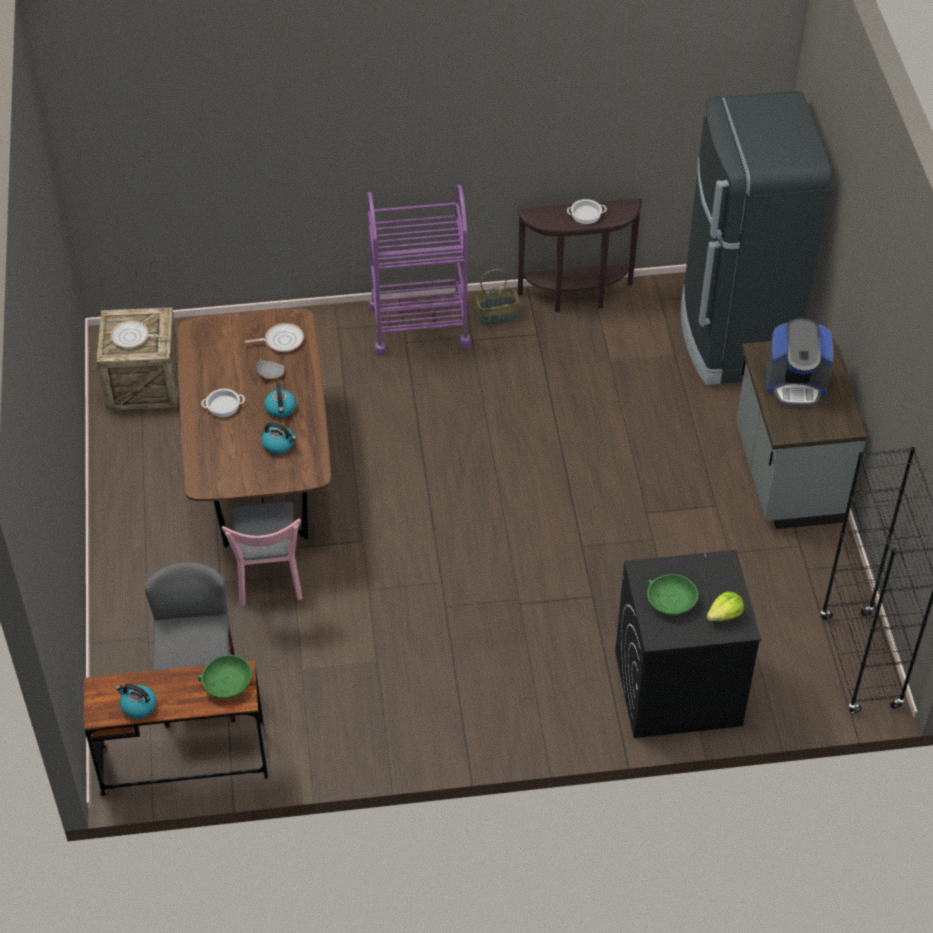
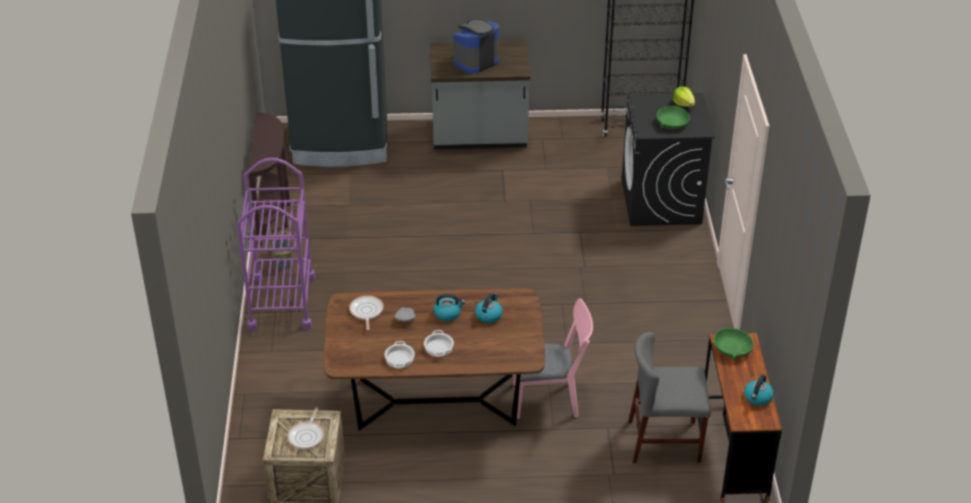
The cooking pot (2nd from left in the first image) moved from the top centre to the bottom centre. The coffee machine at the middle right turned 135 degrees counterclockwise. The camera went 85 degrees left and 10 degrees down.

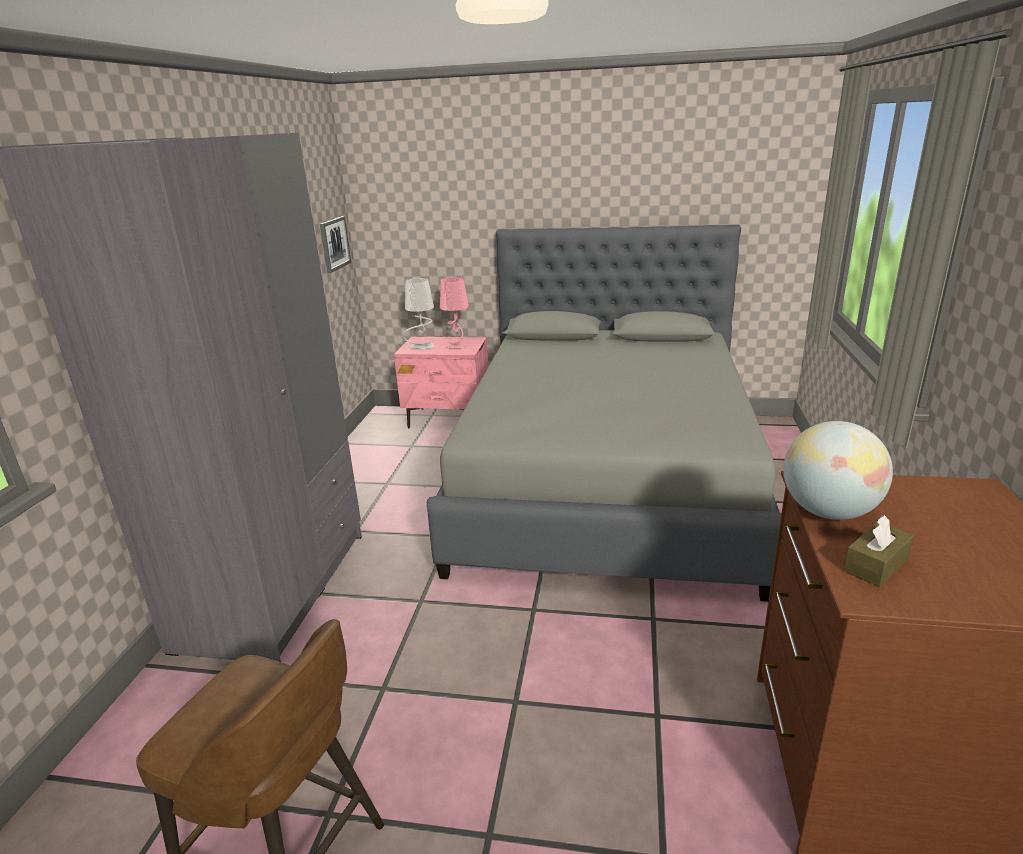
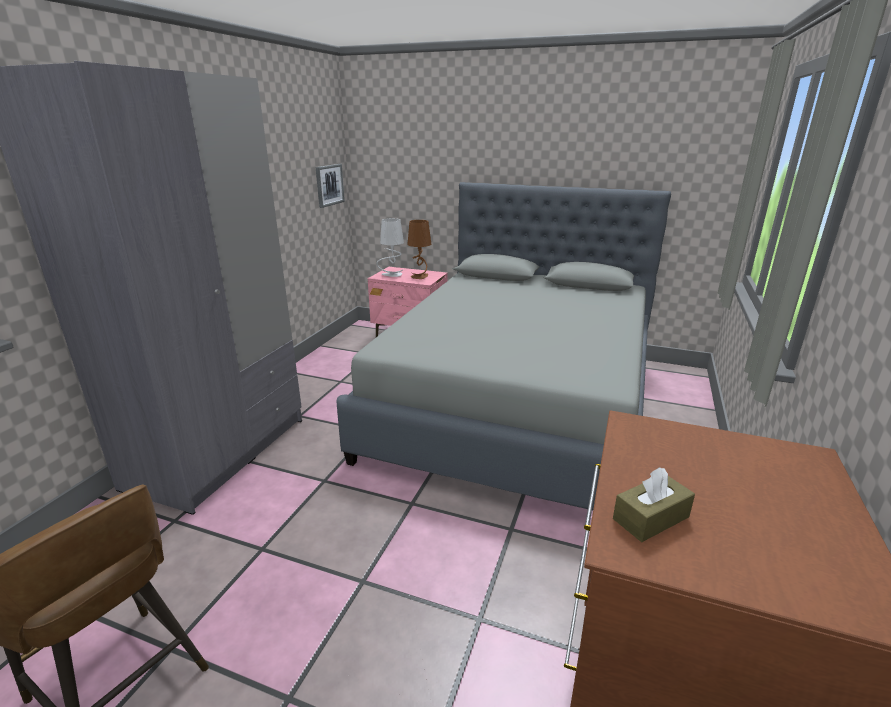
The globe at the middle right disappeared. The pink table lamp at the centre became the brown table lamp at the centre. The camera went 10 degrees right and 0 degrees up.

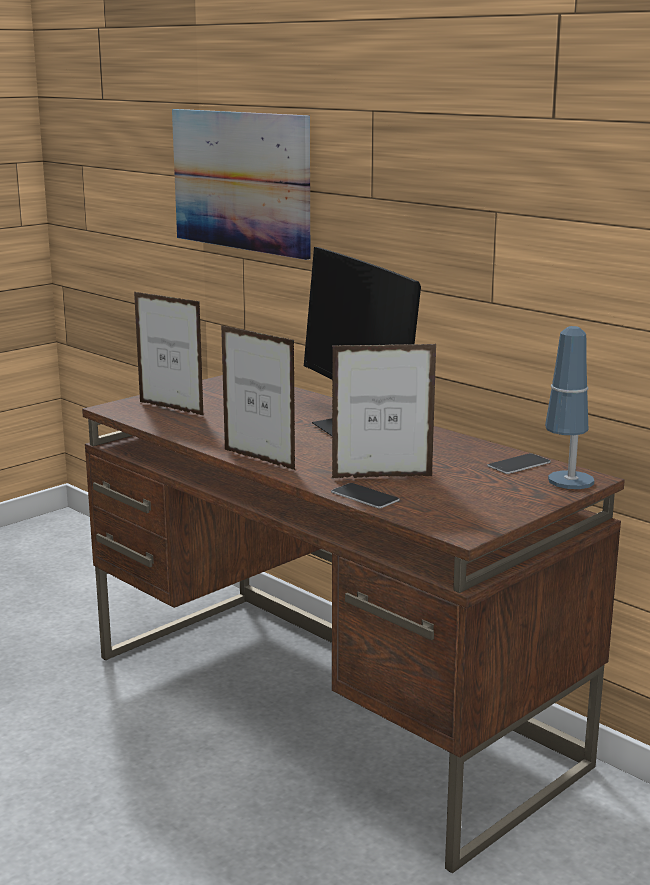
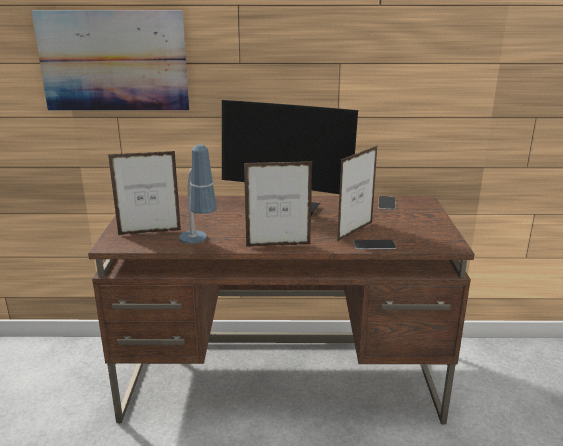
The table lamp moved from the middle right to the centre. The camera went 45 degrees left and 5 degrees up.

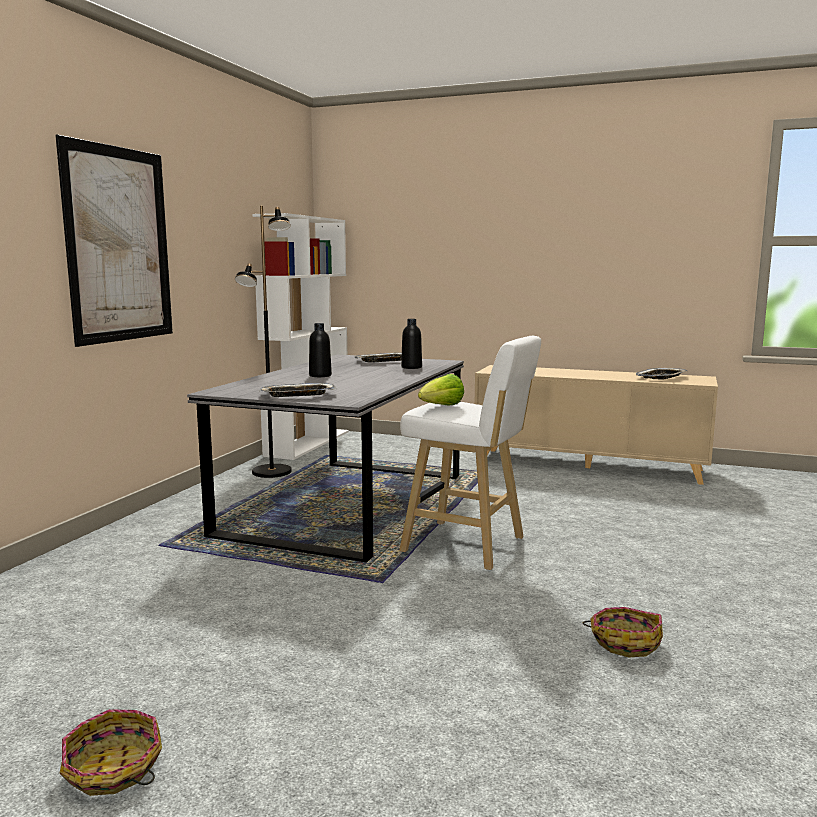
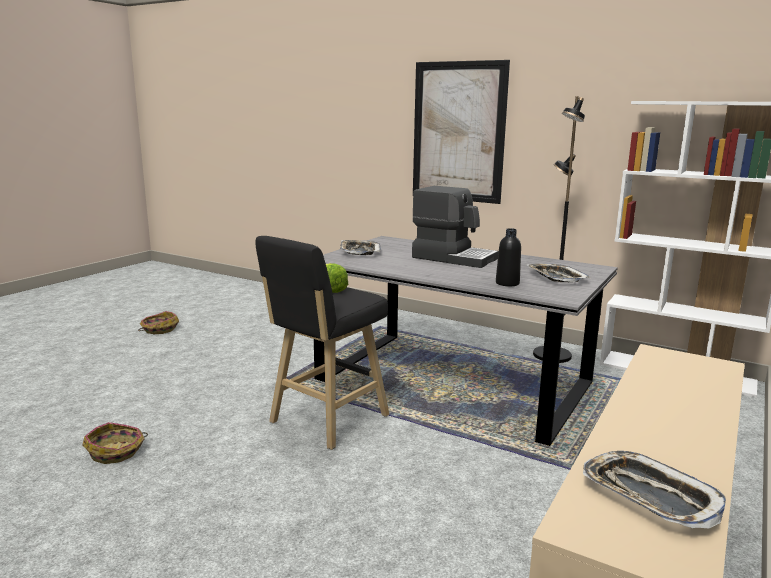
The black bottle (1st from left) at the centre was replaced by the coffee machine at the centre. The white stool at the centre became the black stool at the centre. The camera went 100 degrees right and 5 degrees up.

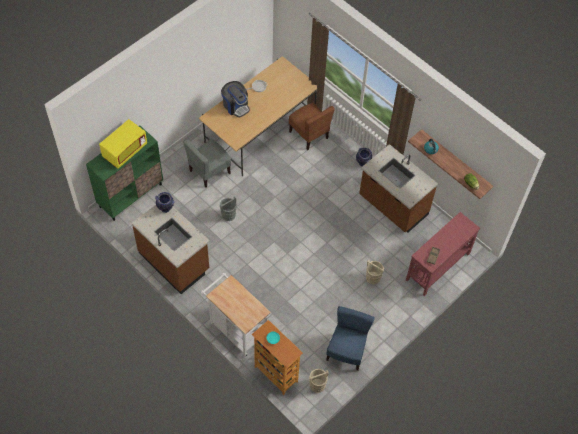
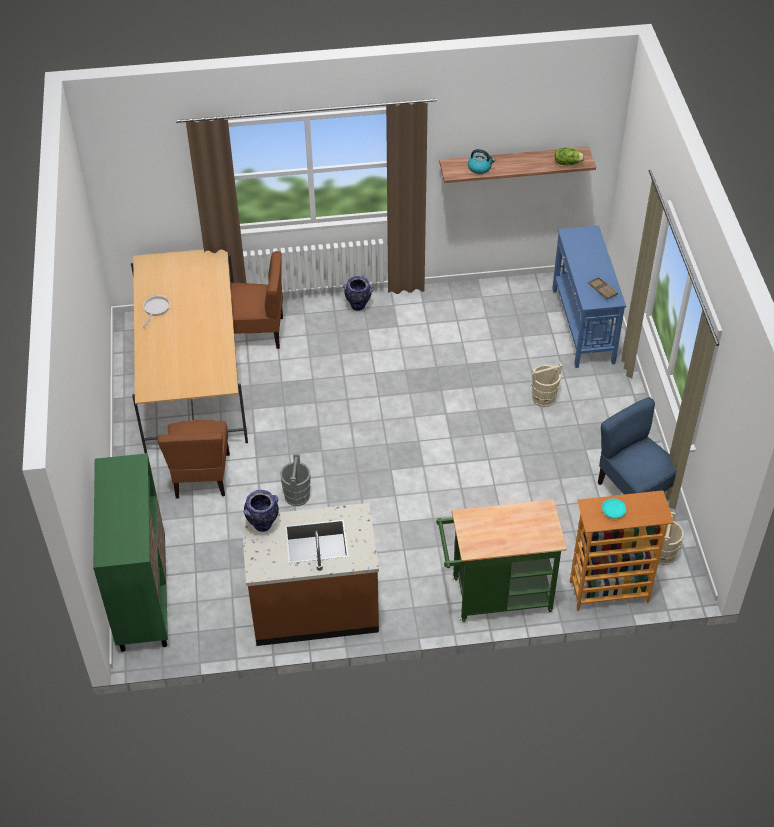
The yellow microwave at the top left disappeared. The coffee machine at the top centre disappeared. The brown counter (2nd from left) at the middle right disappeared. The grey chair at the centre became the brown chair (1st from left) at the middle left. The white cart at the bottom centre became the green cart at the bottom centre. The red console table at the middle right became the blue console table at the middle right. The camera went 50 degrees left and 10 degrees down.

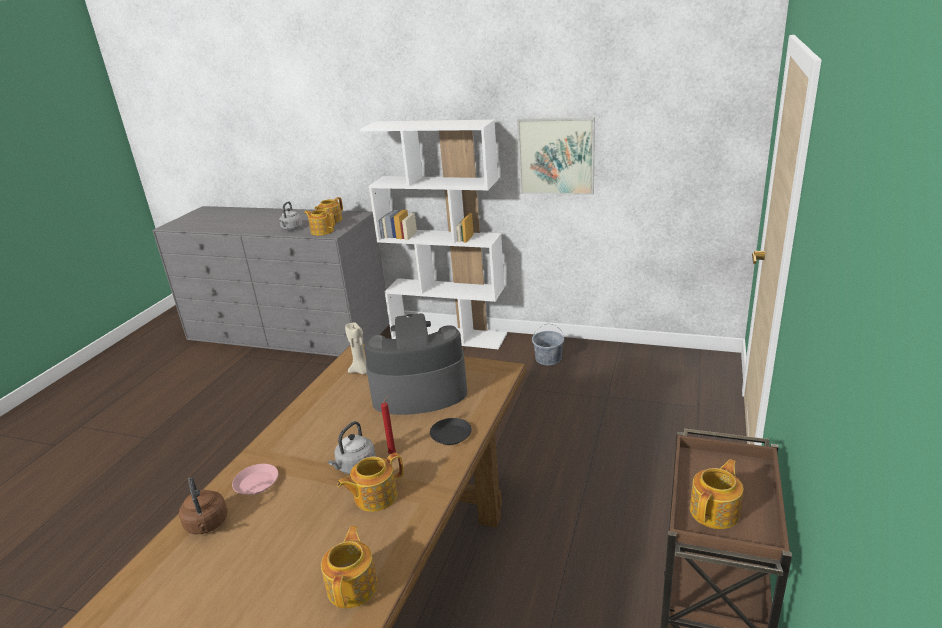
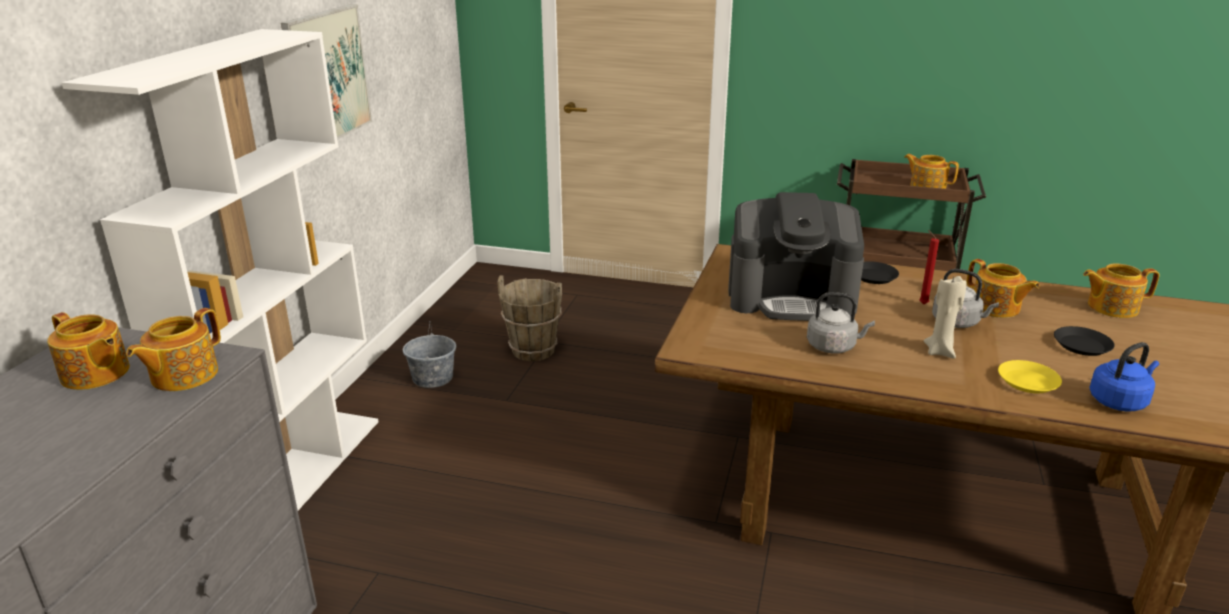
The brown bucket at the centre appeared. The black plate (2nd from left) at the middle right appeared. The grey kettle (1st from left) moved from the middle left to the middle right. The beige candle moved from the centre to the middle right. The brown kettle at the bottom left became the blue kettle at the middle right. The pink plate at the bottom left became the yellow plate at the middle right. The coffee machine at the centre turned 75 degrees counterclockwise. The camera went 95 degrees left and 0 degrees up.

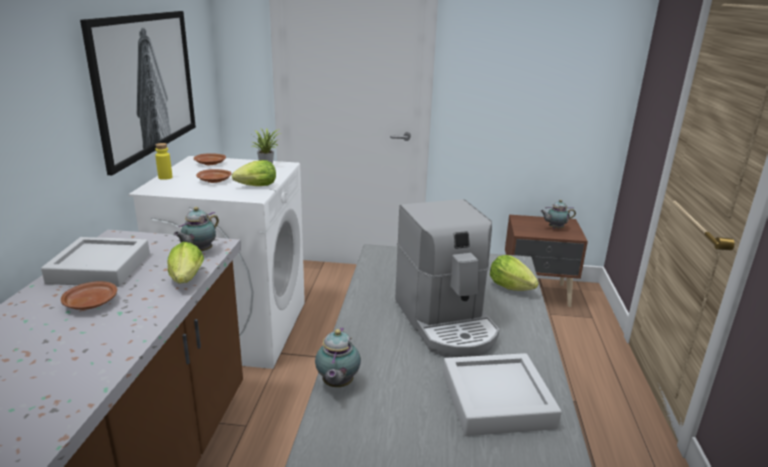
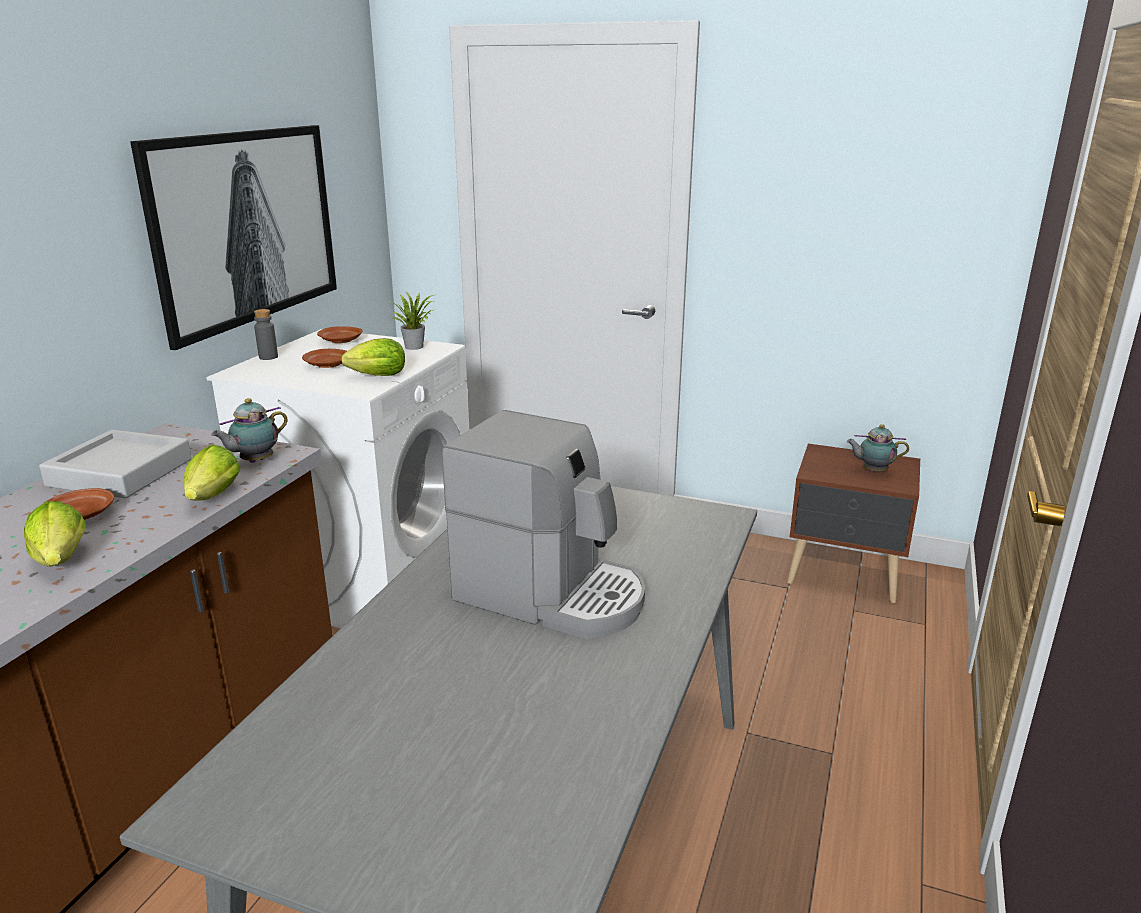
The teapot (2nd from left) at the bottom centre disappeared. The grey tray (2nd from left) at the bottom centre disappeared. The lettuce (3rd from left in the first image) moved from the middle right to the middle left. The yellow bottle at the middle left became the grey bottle at the middle left. The coffee machine at the centre turned 60 degrees counterclockwise. The camera went 15 degrees right and 0 degrees up.

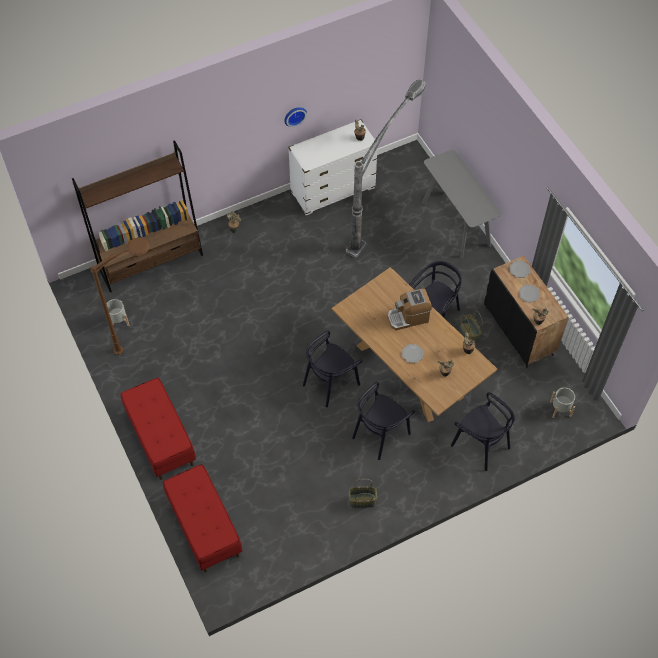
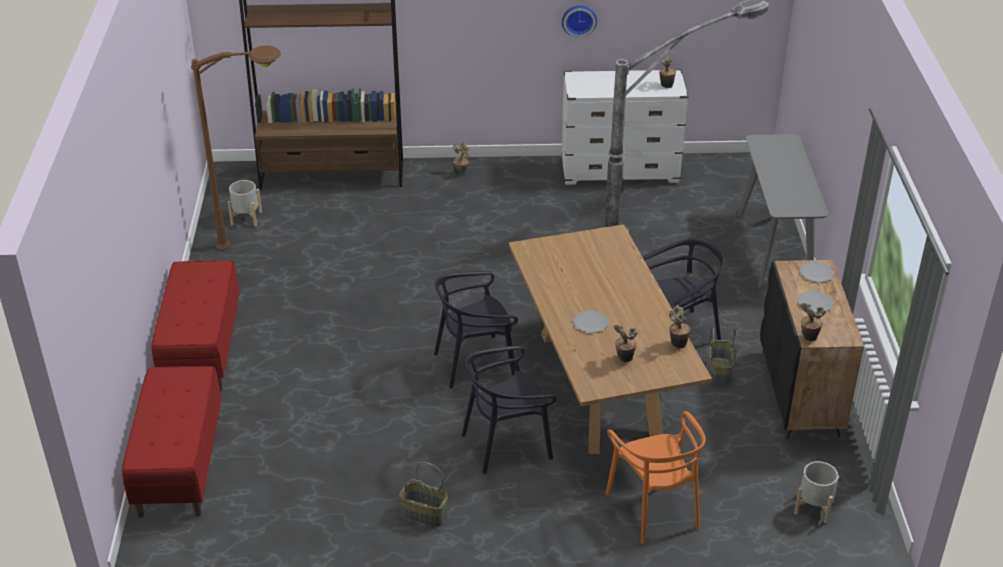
The coffee machine at the centre disappeared. The black chair (4th from left) at the middle right became the orange chair at the bottom centre. The camera went 25 degrees right and 20 degrees down.

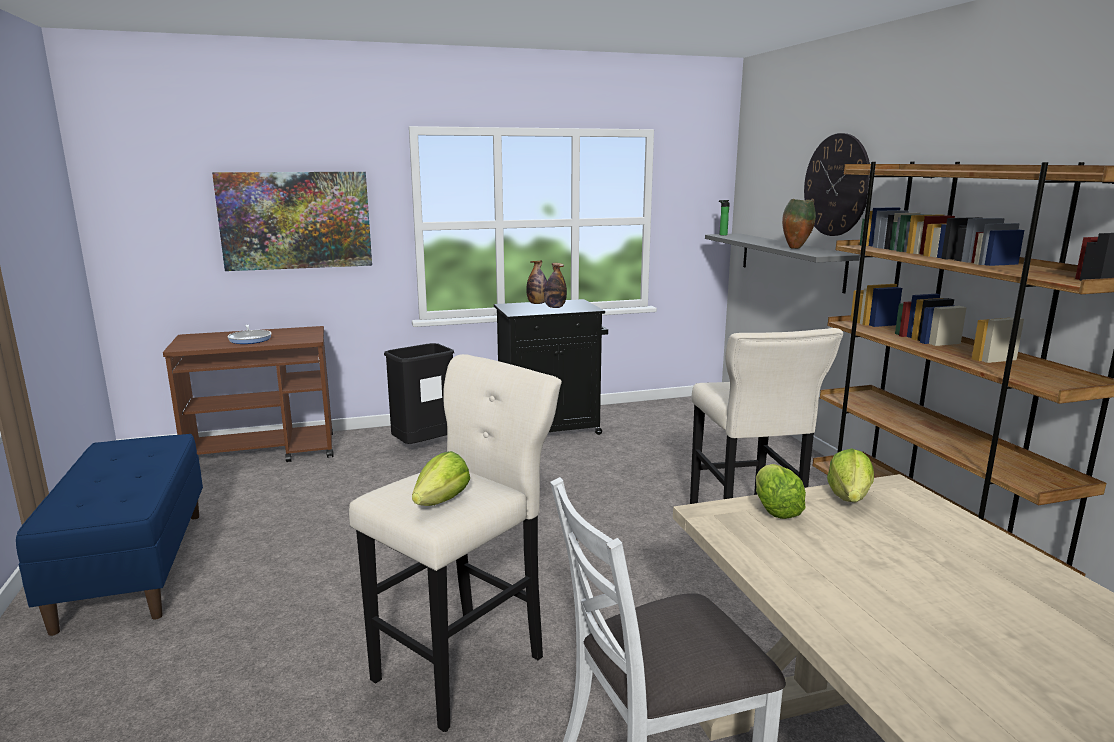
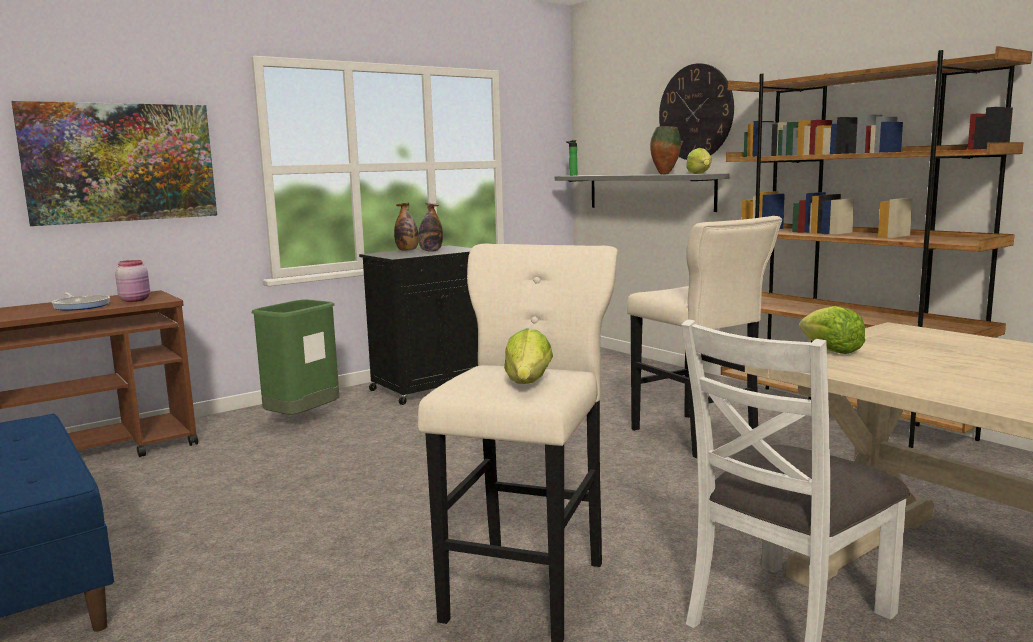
The pink jar at the middle left appeared. The lettuce (3rd from left in the first image) moved from the middle right to the top right. The black trash can at the centre became the green trash can at the middle left. The camera went 20 degrees left and 5 degrees down.

